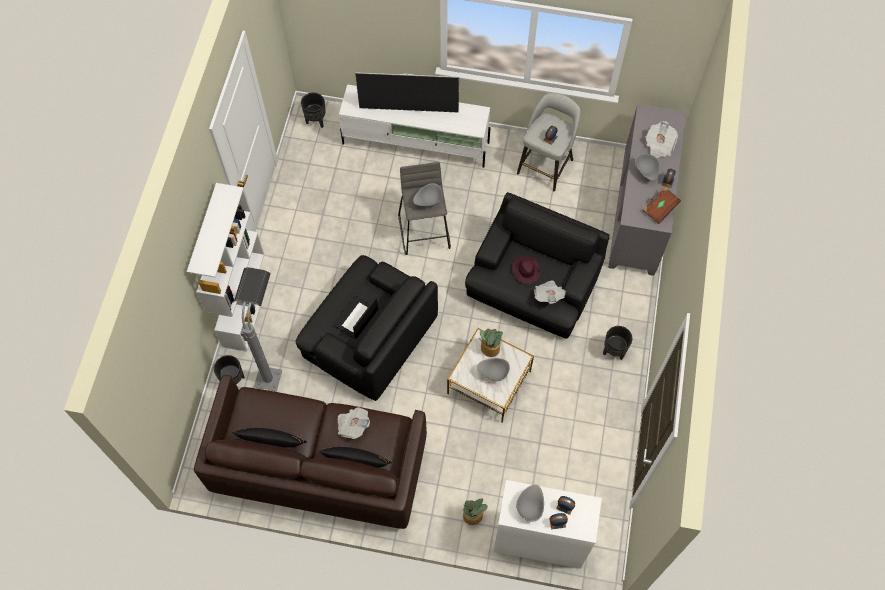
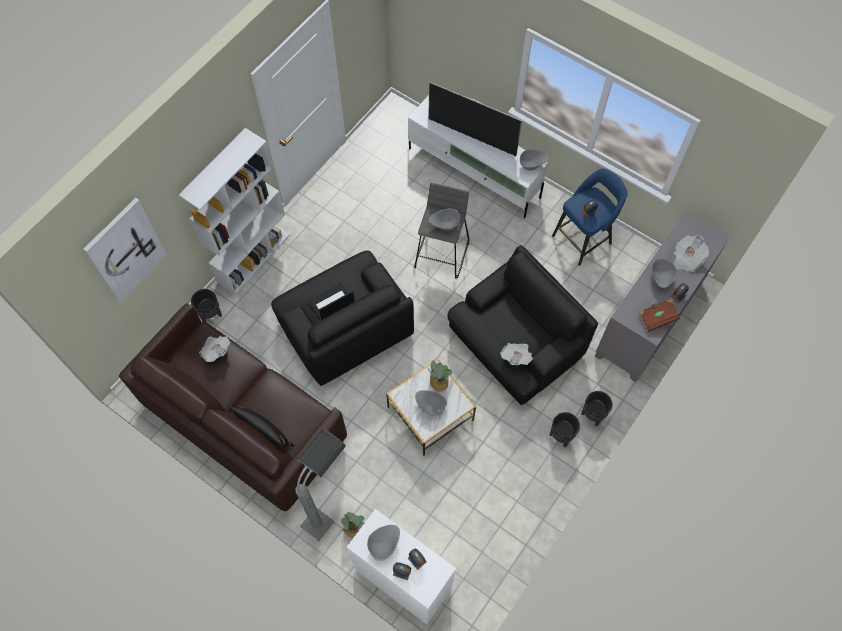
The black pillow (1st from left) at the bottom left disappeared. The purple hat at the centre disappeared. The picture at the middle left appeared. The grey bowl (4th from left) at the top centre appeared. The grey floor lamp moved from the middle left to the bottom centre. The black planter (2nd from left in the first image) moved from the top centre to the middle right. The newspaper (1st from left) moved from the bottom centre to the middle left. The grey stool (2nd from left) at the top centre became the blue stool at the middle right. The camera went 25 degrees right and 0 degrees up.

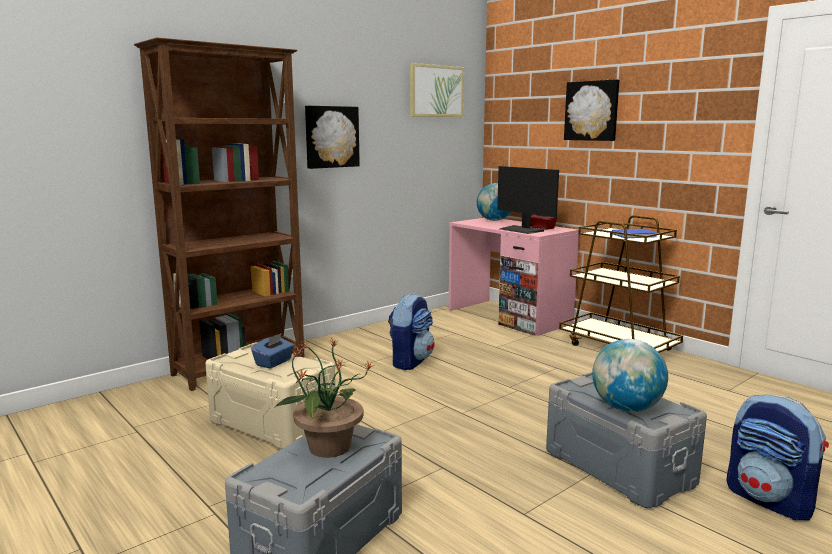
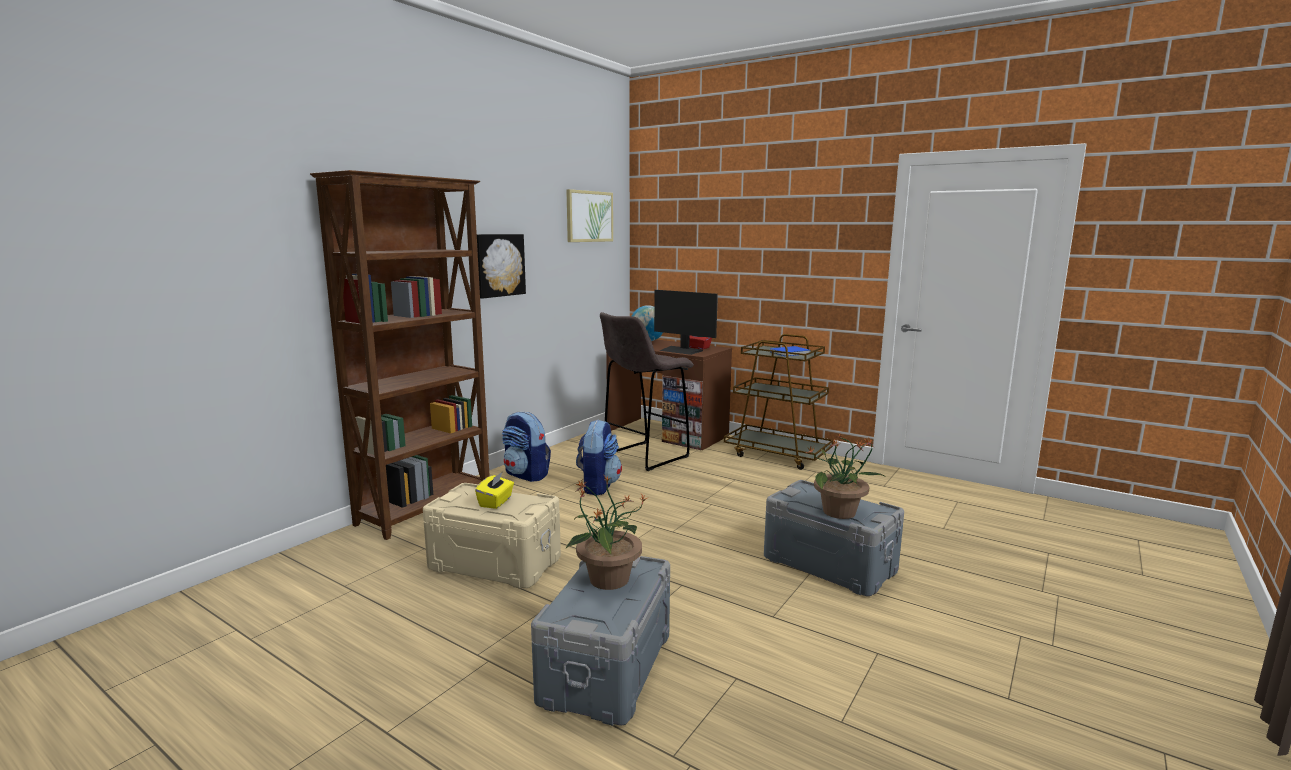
The picture (3rd from left) at the top right disappeared. The grey stool at the centre appeared. The backpack (2nd from left in the first image) moved from the bottom right to the centre. The globe (2nd from left) at the bottom right was replaced by the potted plant (2nd from left) at the centre. The blue tissue box at the middle left became the yellow tissue box at the centre. The pink desk at the centre became the brown desk at the centre. The camera went 15 degrees left and 0 degrees up.

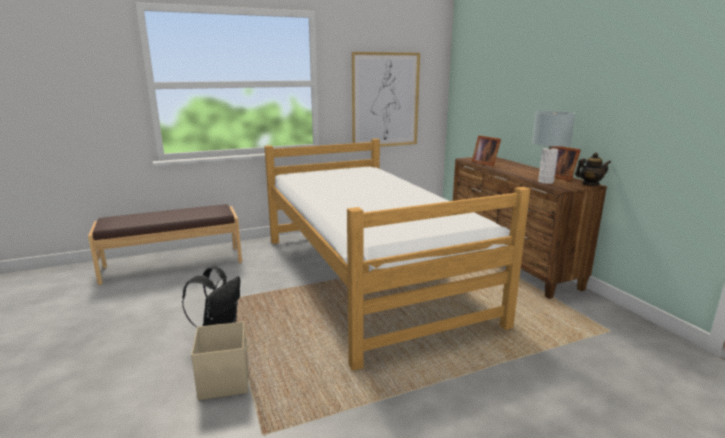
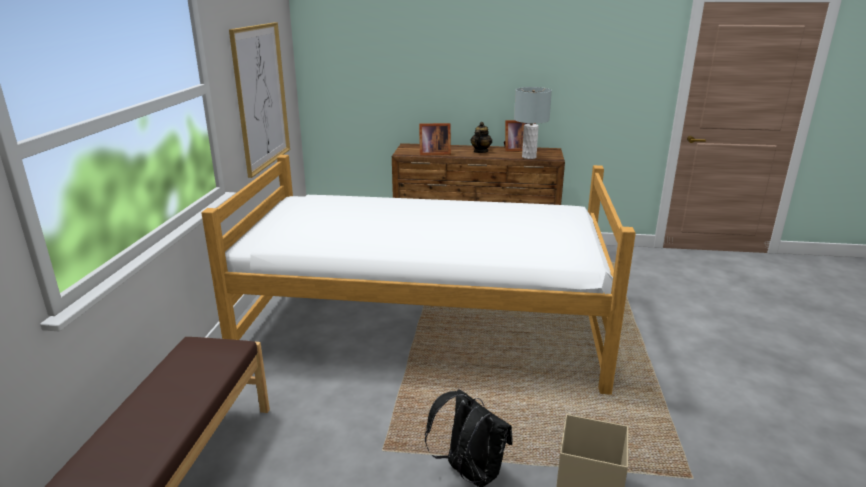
The teapot moved from the middle right to the top centre. The camera went 60 degrees left and 5 degrees up.

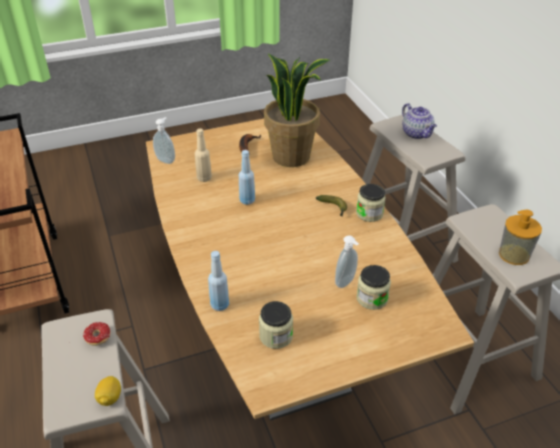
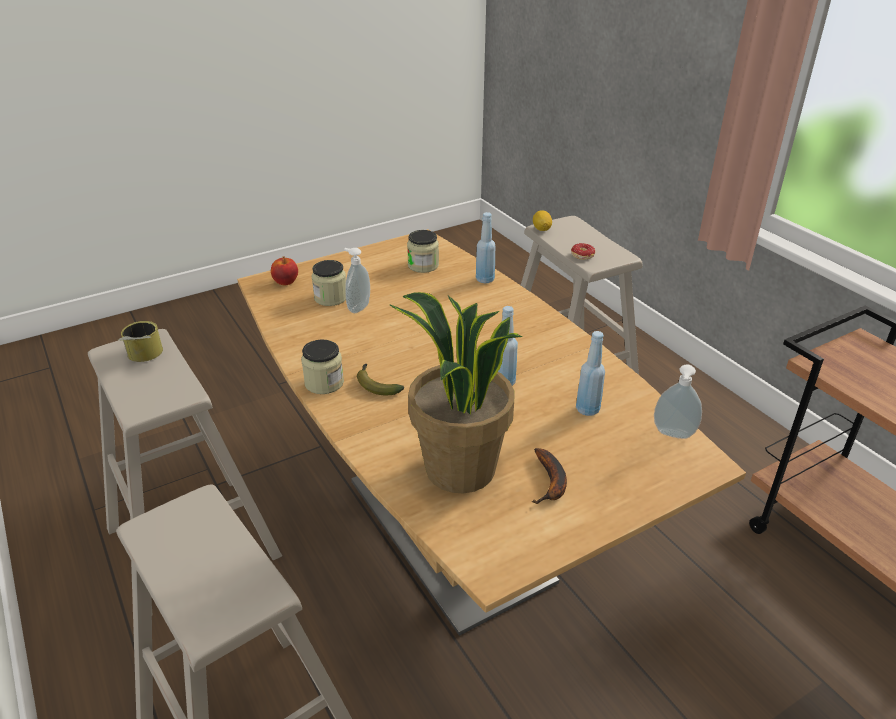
The teapot at the top right disappeared. The apple at the middle left appeared. The soap dispenser (3rd from left) at the middle right was replaced by the can at the middle left. The beige bottle at the centre became the blue bottle (3rd from left) at the centre. The camera went 170 degrees right and 5 degrees down.

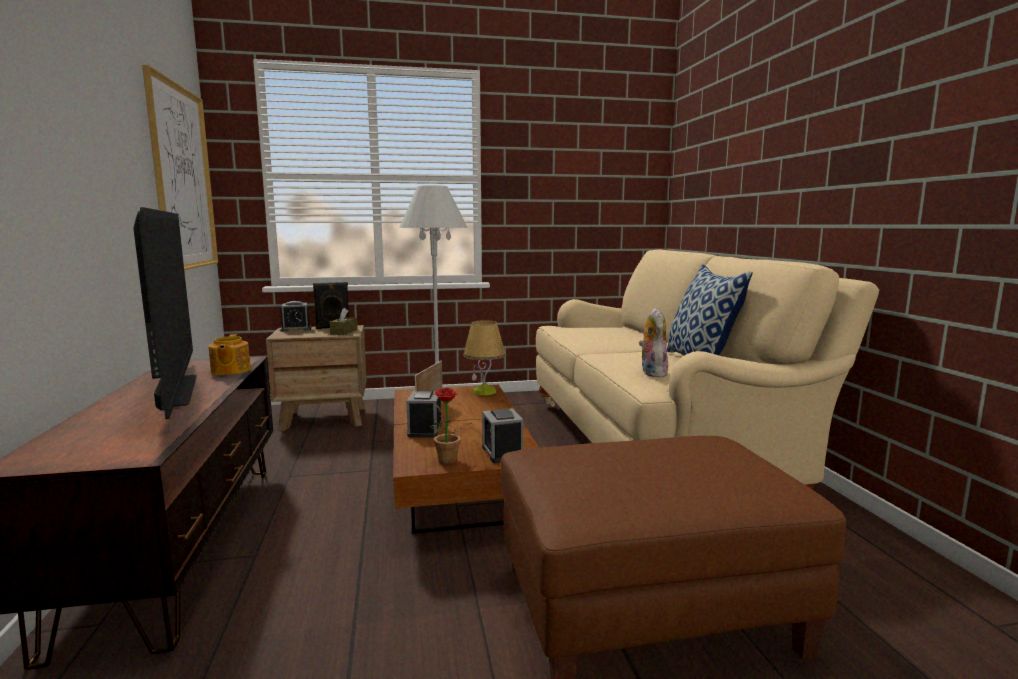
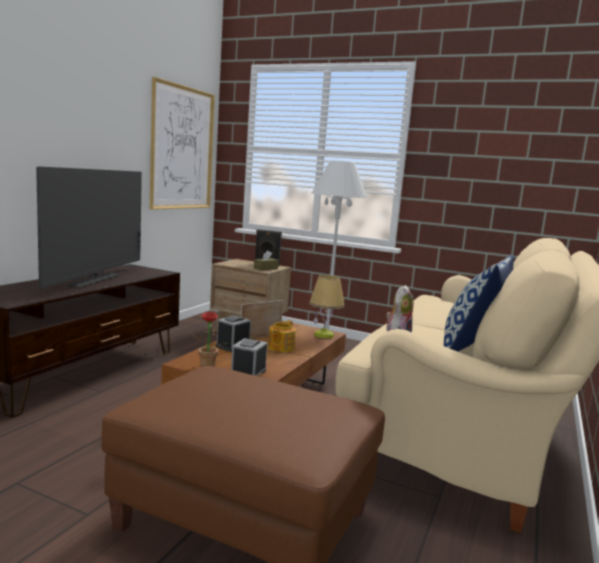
The alarm clock (1st from left) at the middle left disappeared. The teapot moved from the middle left to the centre. The camera went 35 degrees right and 0 degrees up.

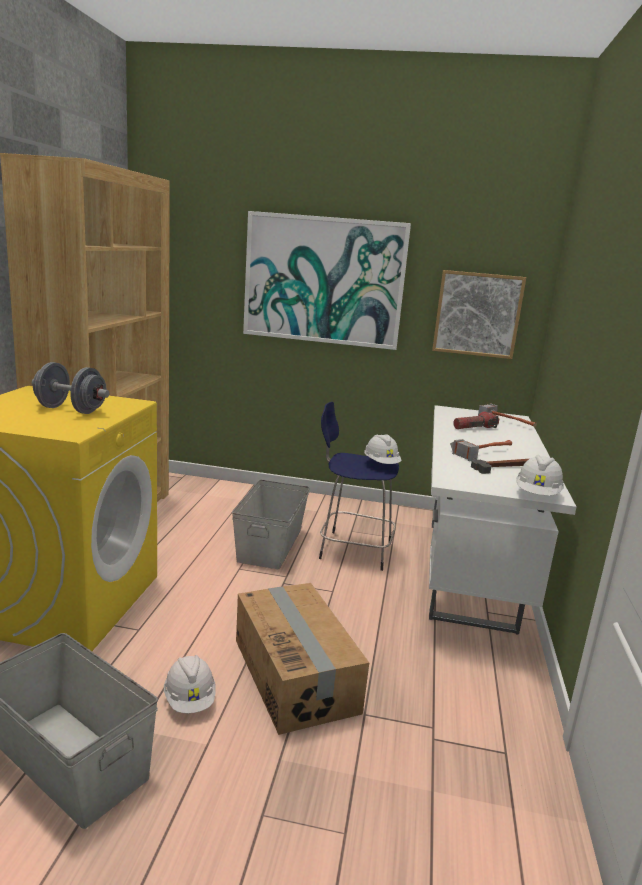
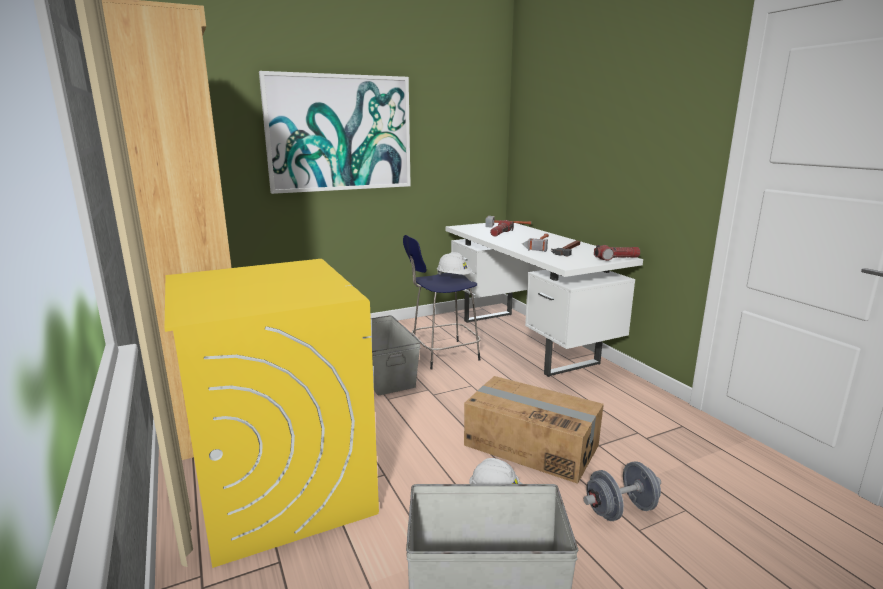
The picture (2nd from left) at the middle right disappeared. The grey dumbbell moved from the middle left to the bottom right. The white hard hat (3rd from left) at the middle right was replaced by the flashlight (2nd from left) at the middle right. The camera went 35 degrees left and 0 degrees up.

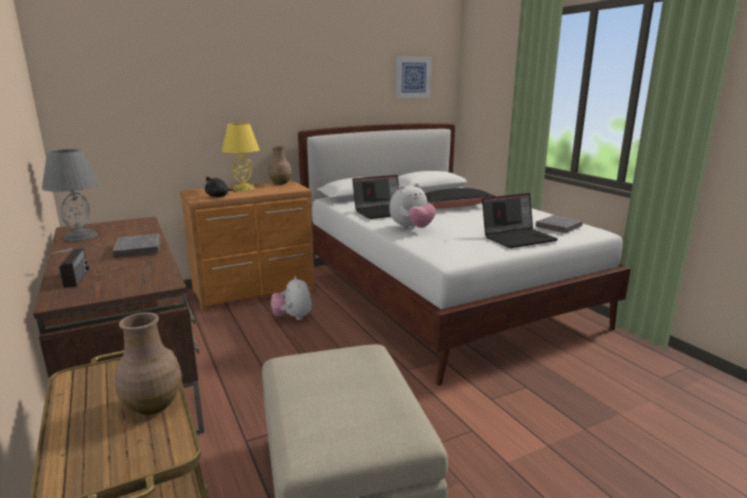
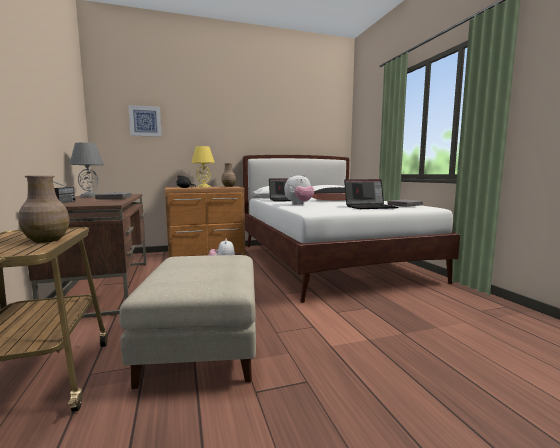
The picture moved from the top centre to the top left. The camera went 10 degrees right and 10 degrees down.

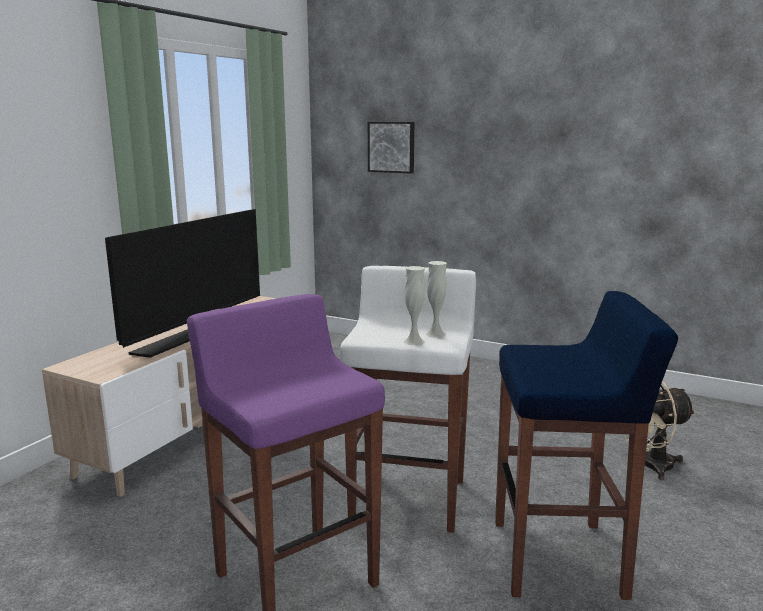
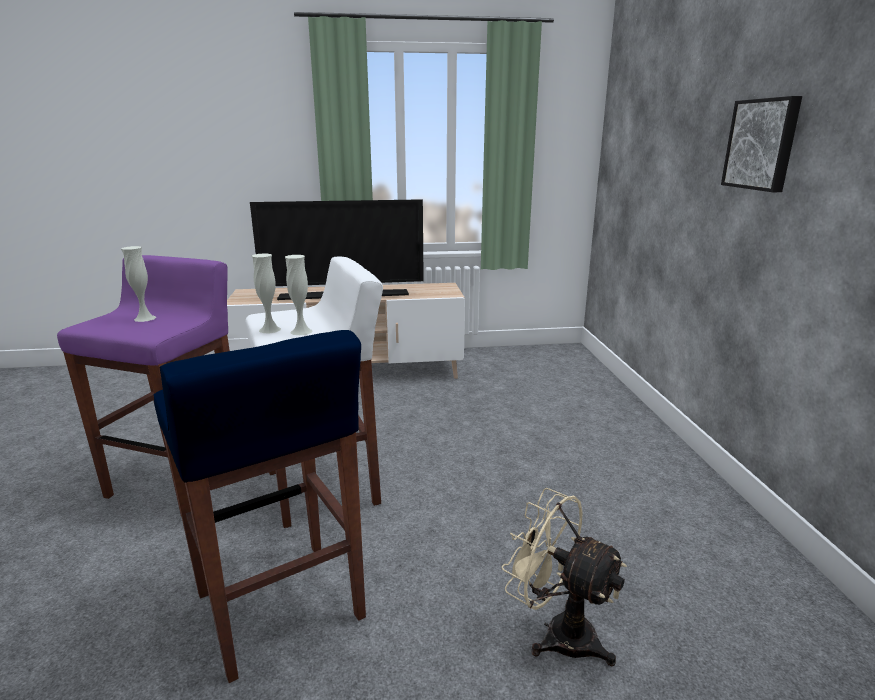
The white vase (1st from left) at the middle left appeared. The picture moved from the top centre to the top right. The camera went 55 degrees right and 5 degrees up.

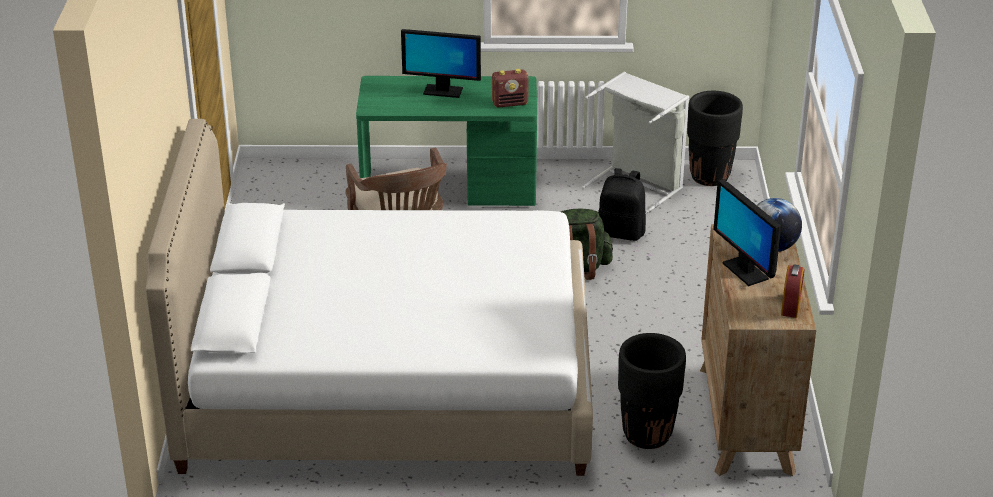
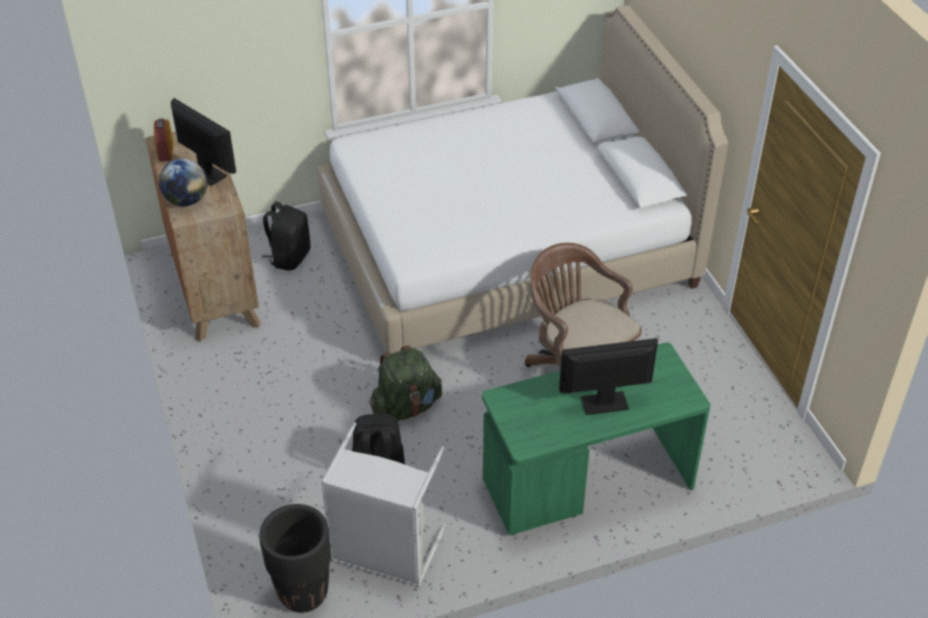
The radio at the top centre disappeared. The black planter (1st from left) at the bottom centre was replaced by the black backpack (1st from left) at the middle left. The camera went 160 degrees right and 10 degrees up.

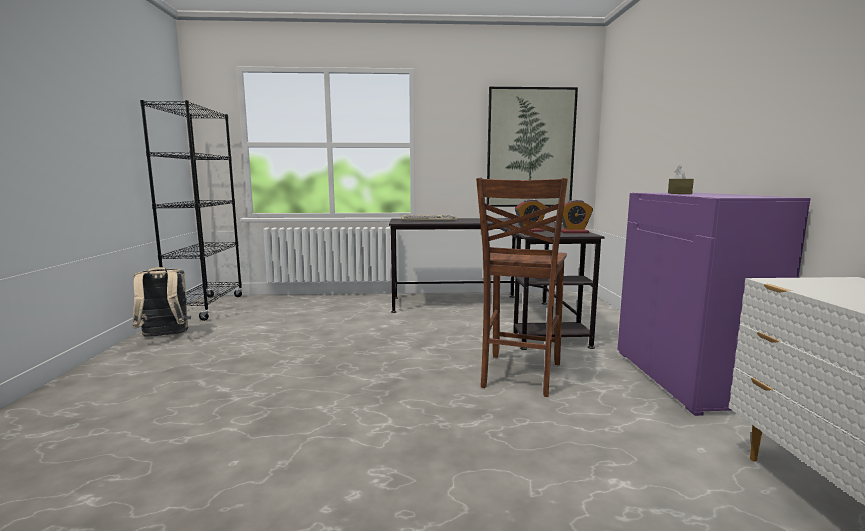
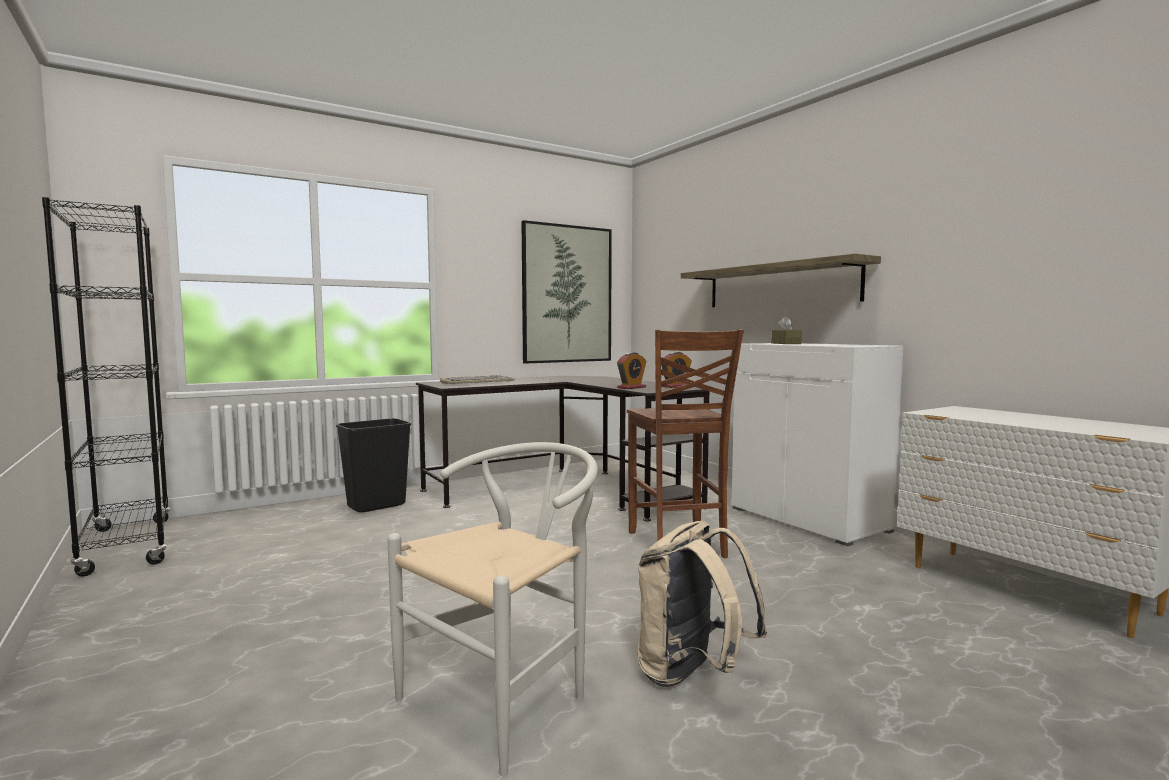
The black trash can at the middle left appeared. The white chair at the bottom centre appeared. The shelf at the middle right appeared. The beige backpack moved from the middle left to the bottom centre. The purple cabinet at the middle right became the white cabinet at the middle right. The camera went 30 degrees left and 5 degrees down.

